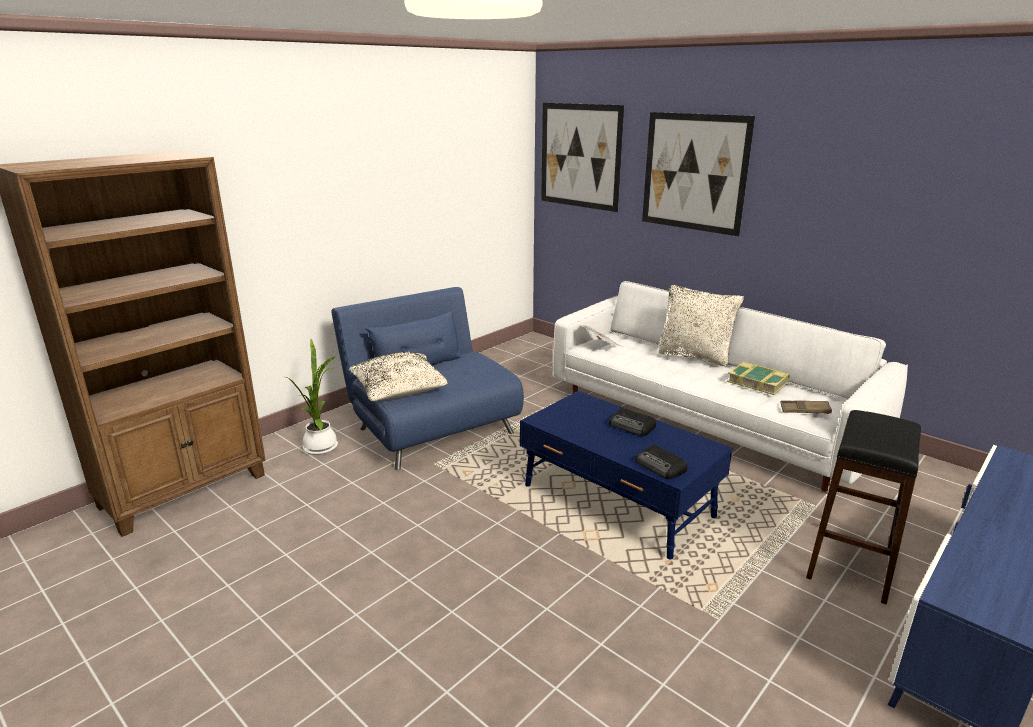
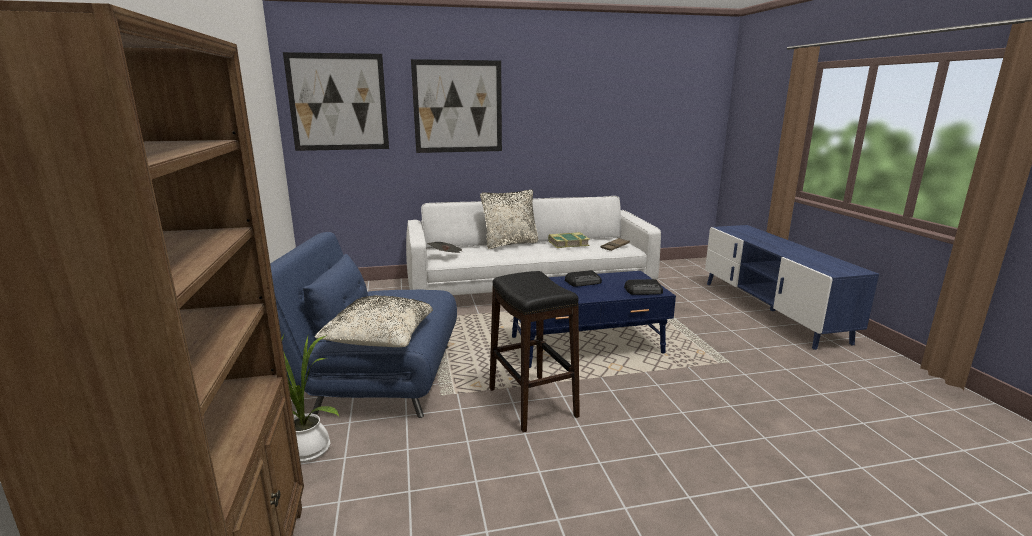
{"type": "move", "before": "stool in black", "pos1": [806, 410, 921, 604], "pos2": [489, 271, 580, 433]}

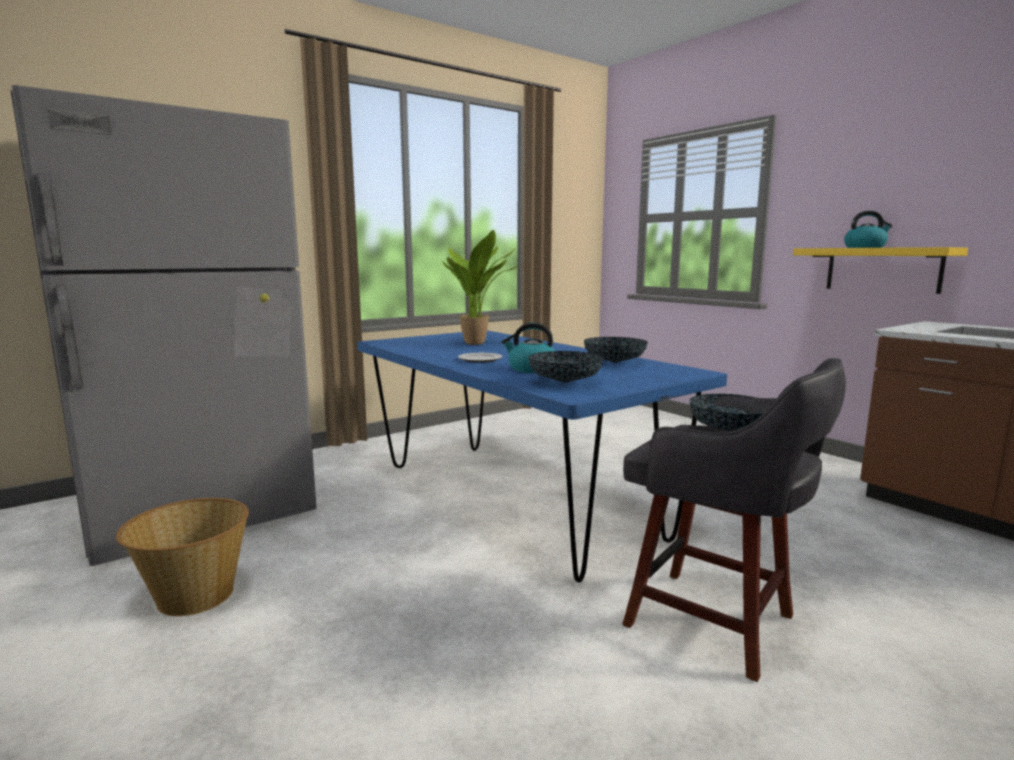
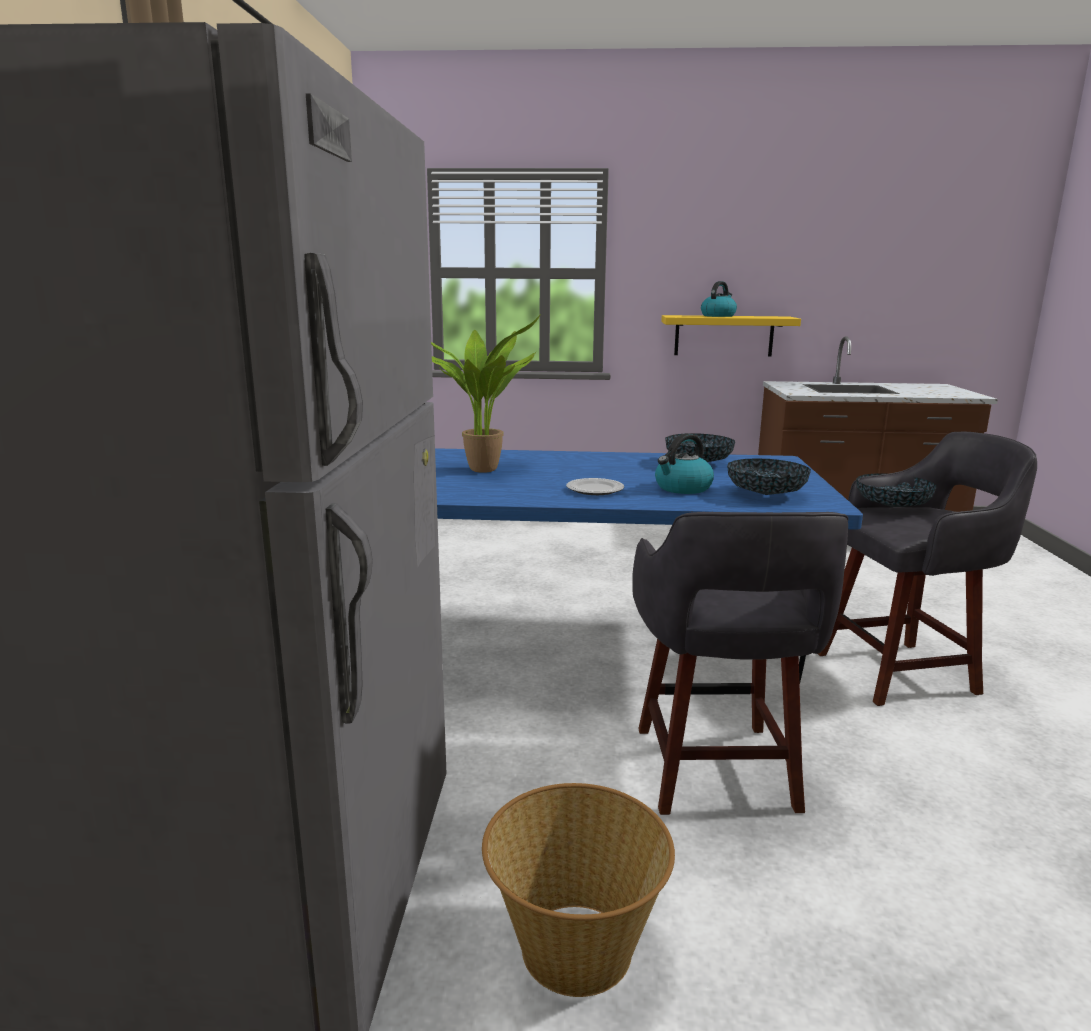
{"type": "insert", "after": "stool in grey", "pos2": [632, 512, 848, 815]}

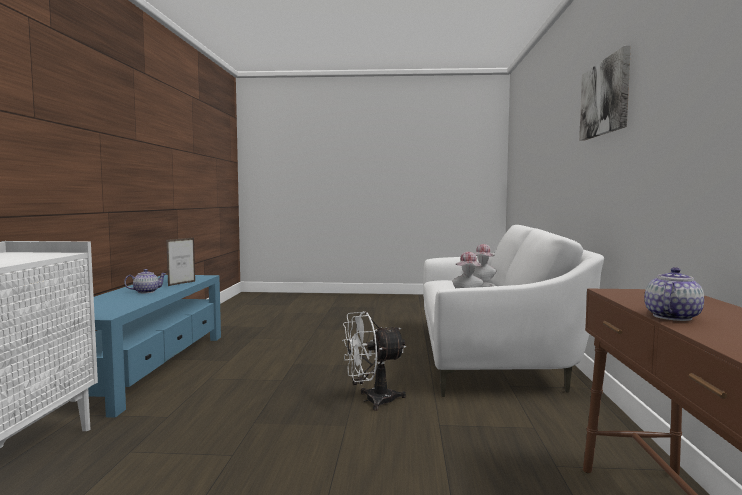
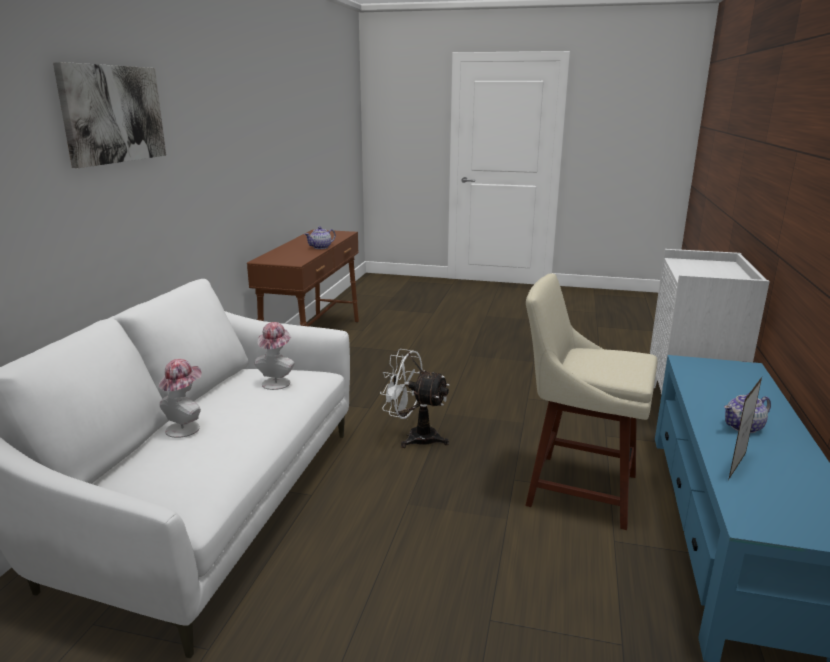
{"type": "rotate", "before": "fan in white", "pos1": [342, 311, 406, 411], "pos2": [380, 349, 449, 448], "turn": -150}
{"type": "insert", "after": "stool in beige", "pos2": [525, 273, 657, 530]}

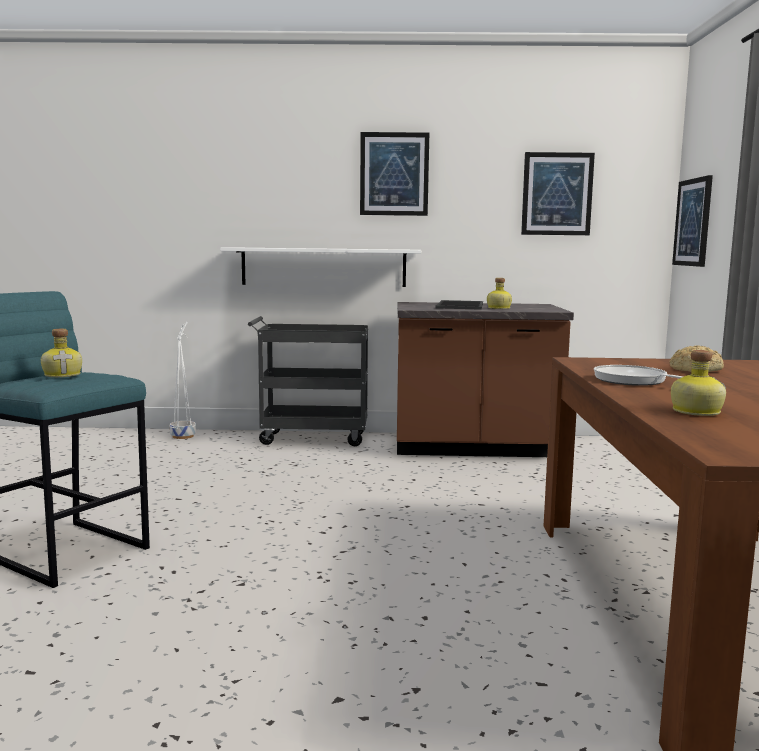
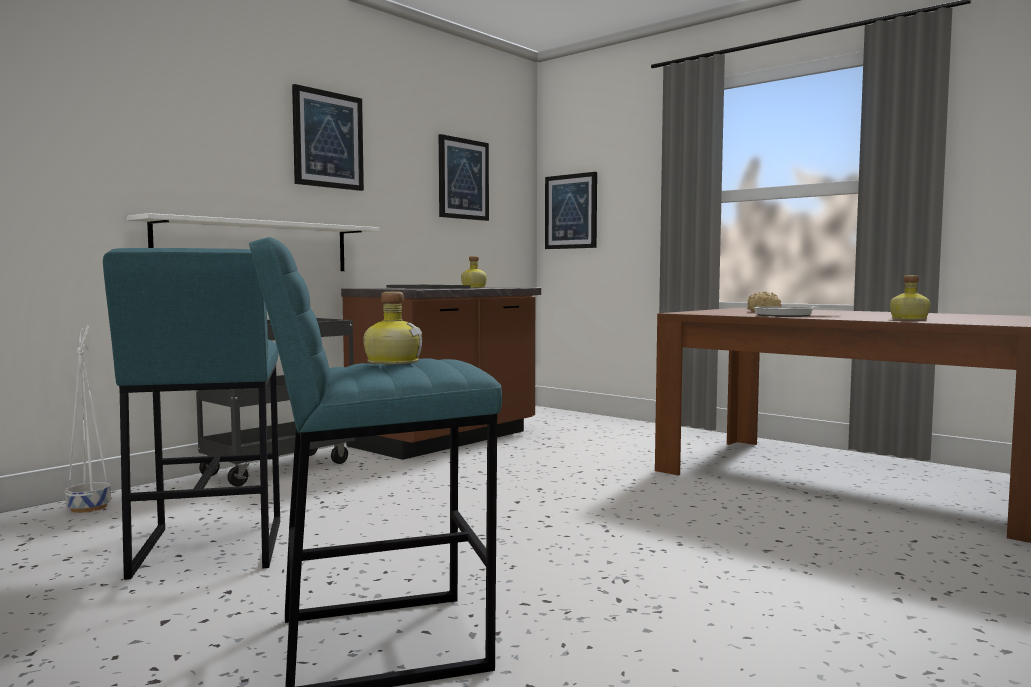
{"type": "insert", "after": "stool in turquoise", "pos2": [103, 248, 280, 580]}

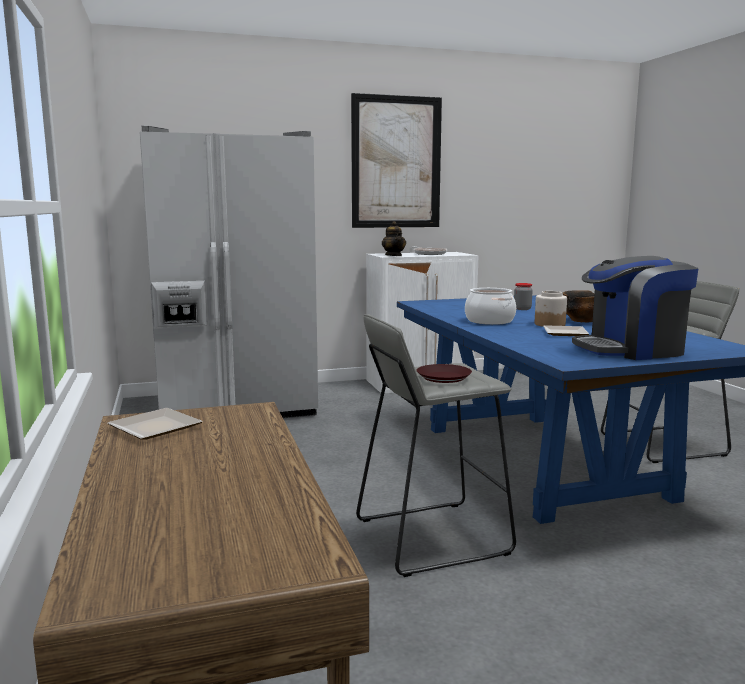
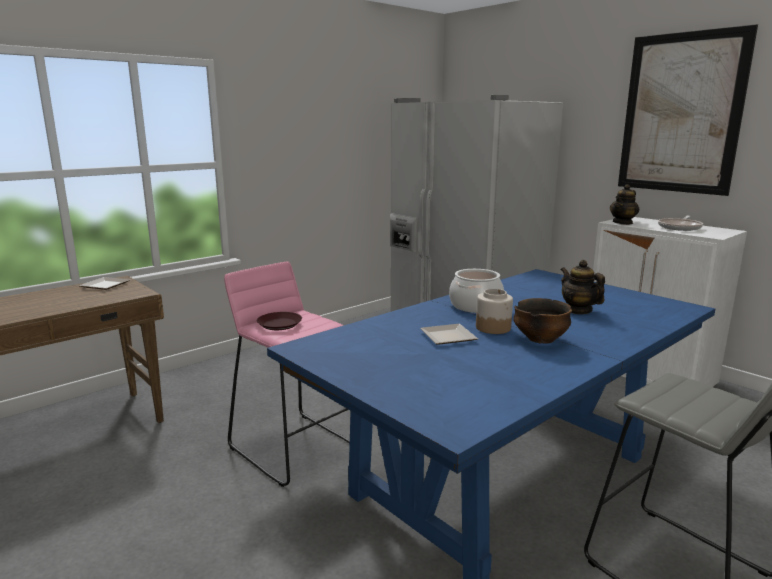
{"type": "delete", "before": "coffee machine", "pos1": [572, 256, 698, 360]}
{"type": "replace", "before": "jar", "after": "teapot", "pos1": [514, 283, 533, 310], "pos2": [561, 260, 605, 314]}
{"type": "recolor", "before": "stool in grey", "after": "stool in pink", "pos1": [356, 314, 516, 577], "pos2": [224, 262, 350, 487]}

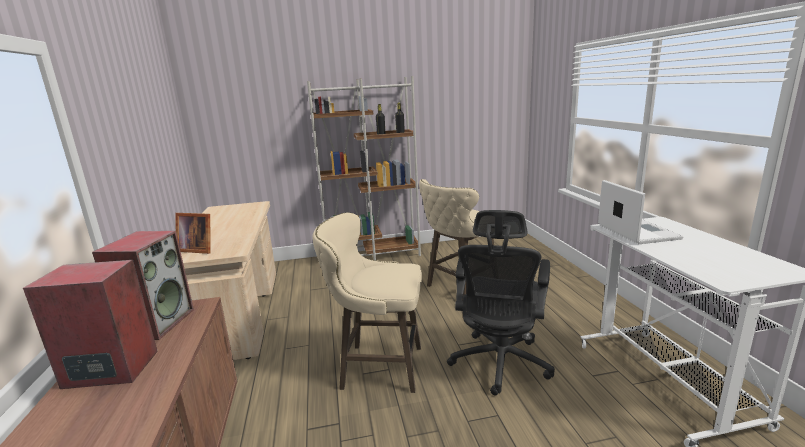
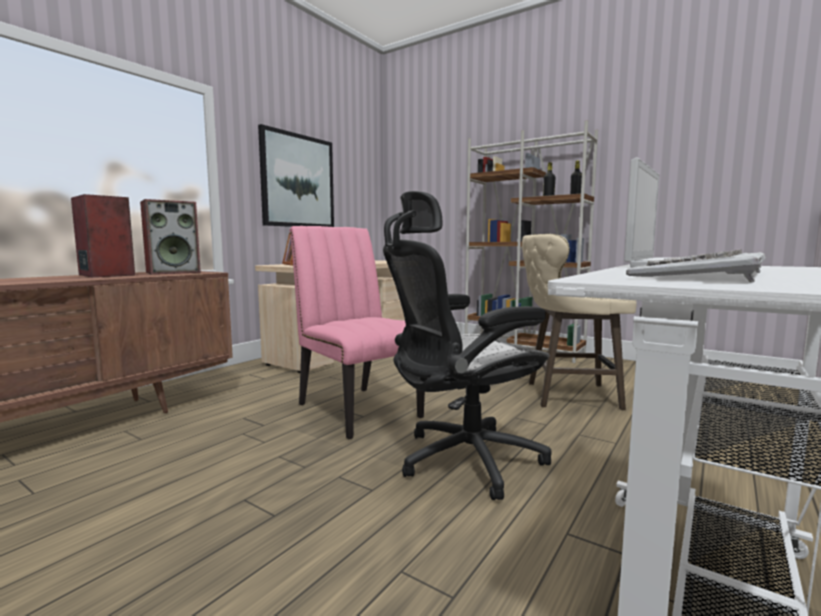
{"type": "replace", "before": "stool in beige", "after": "chair in pink", "pos1": [312, 212, 422, 393], "pos2": [289, 226, 425, 439]}
{"type": "insert", "after": "picture", "pos2": [258, 124, 334, 227]}
{"type": "insert", "after": "keyboard", "pos2": [626, 249, 766, 283]}

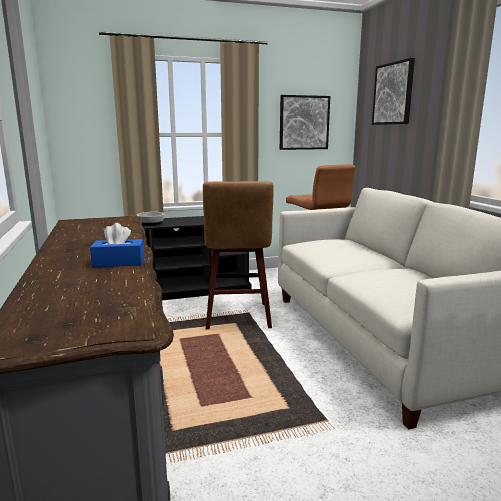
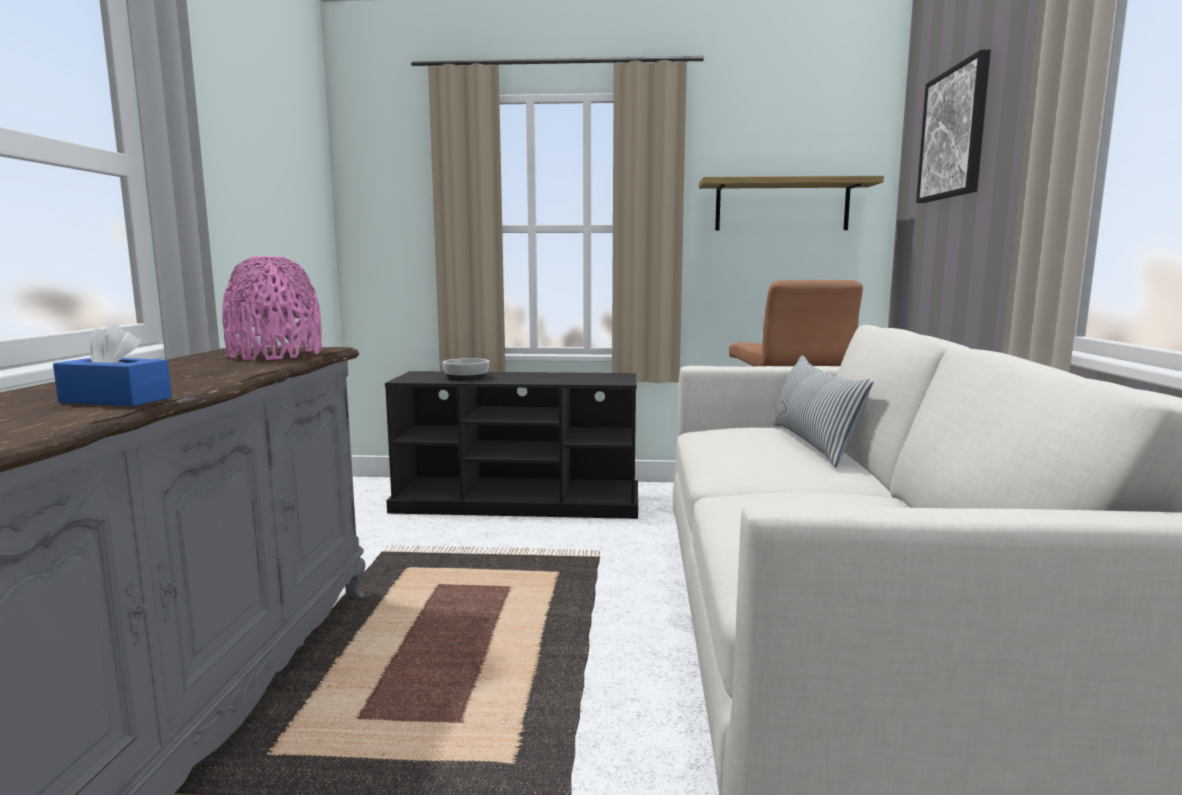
{"type": "replace", "before": "picture", "after": "shelf", "pos1": [280, 95, 330, 150], "pos2": [699, 176, 884, 231]}
{"type": "delete", "before": "stool in brown", "pos1": [203, 181, 274, 330]}
{"type": "insert", "after": "vase in pink", "pos2": [222, 256, 322, 360]}
{"type": "insert", "after": "pillow", "pos2": [773, 356, 874, 467]}

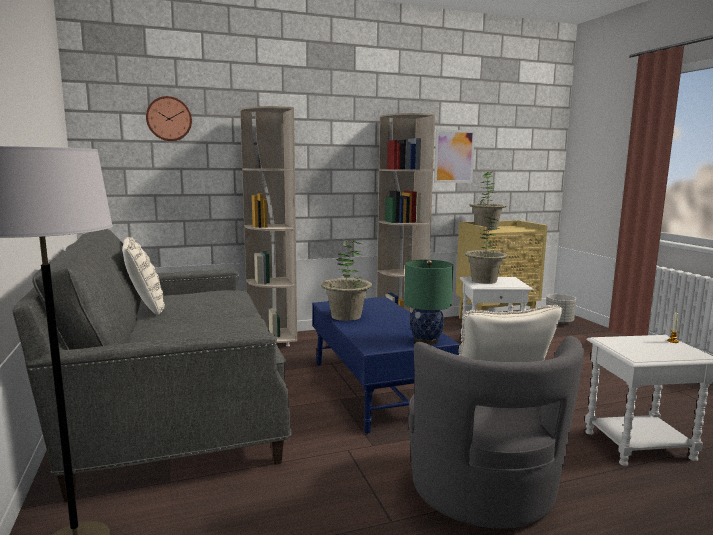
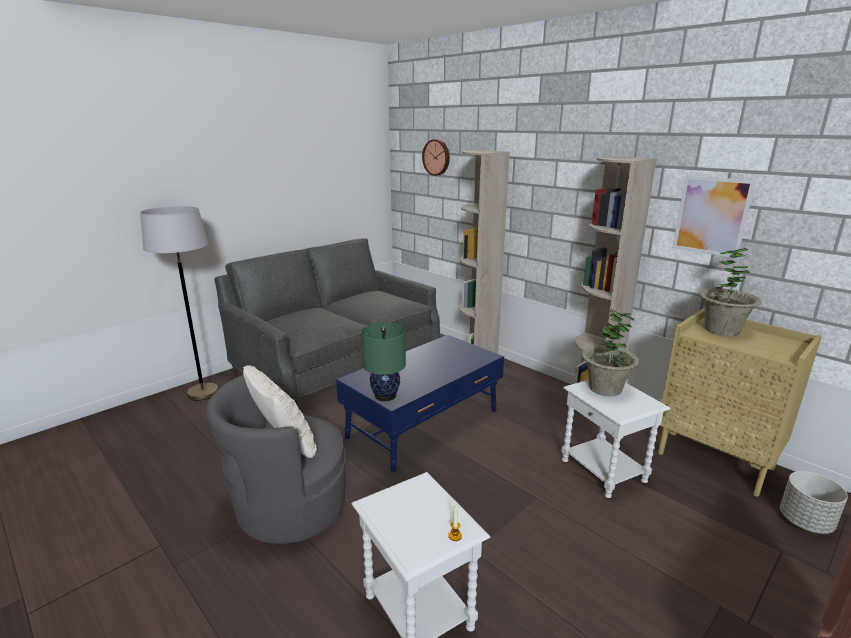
{"type": "delete", "before": "pillow in beige", "pos1": [122, 237, 165, 315]}
{"type": "delete", "before": "potted plant", "pos1": [321, 238, 372, 321]}

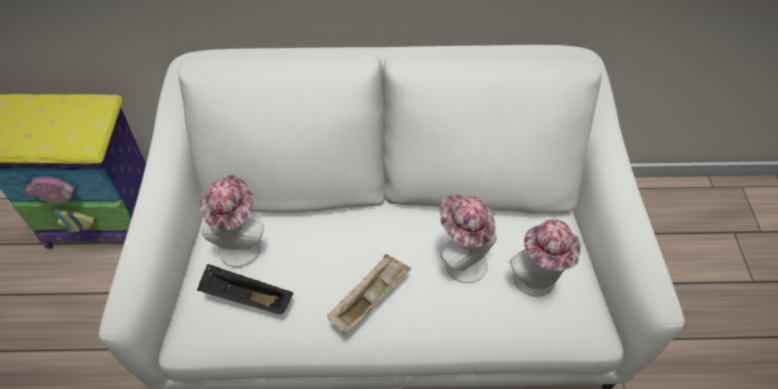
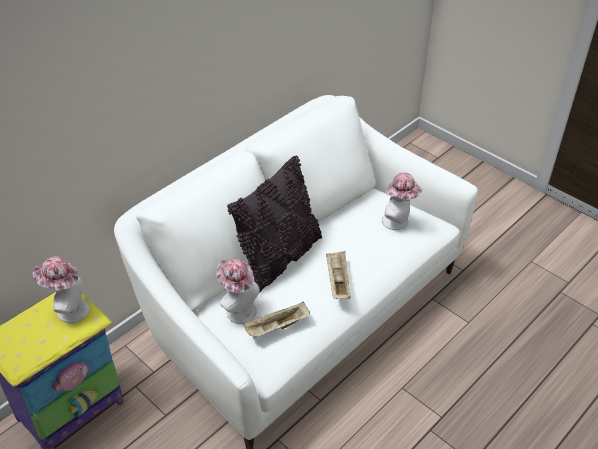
{"type": "move", "before": "hat", "pos1": [440, 193, 497, 283], "pos2": [32, 256, 90, 323]}
{"type": "recolor", "before": "tray in black", "after": "tray in beige", "pos1": [197, 264, 293, 314], "pos2": [243, 302, 310, 338]}
{"type": "insert", "after": "pillow in black", "pos2": [227, 155, 322, 293]}

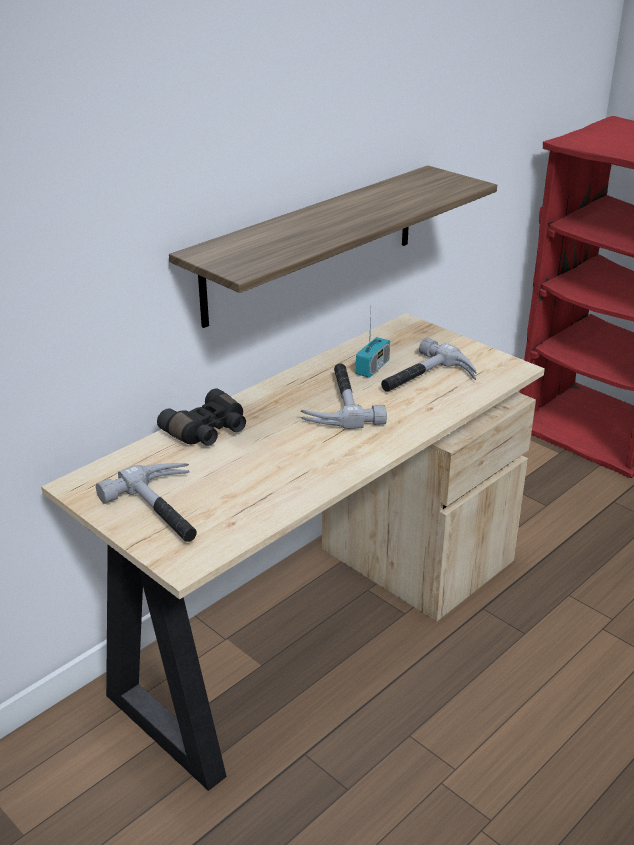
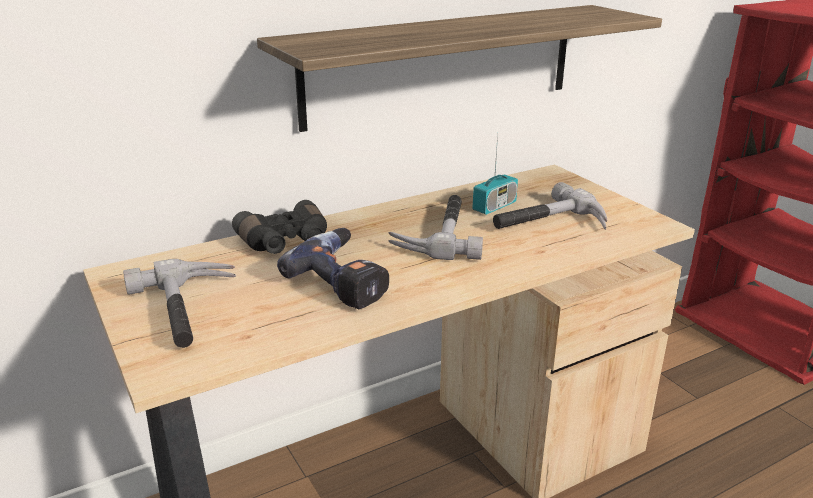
{"type": "insert", "after": "power drill", "pos2": [277, 228, 389, 309]}

